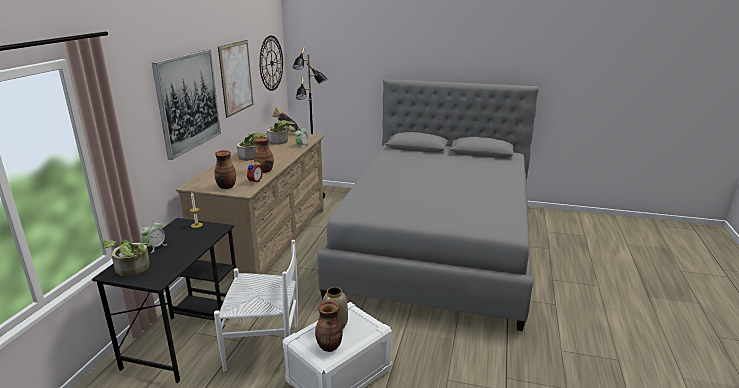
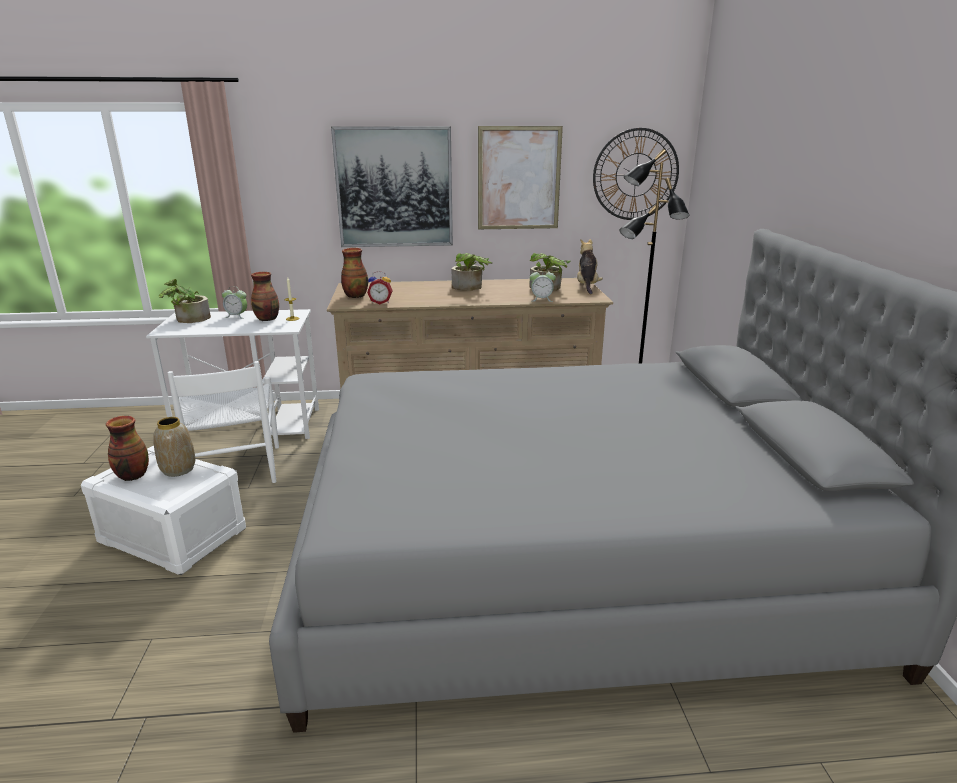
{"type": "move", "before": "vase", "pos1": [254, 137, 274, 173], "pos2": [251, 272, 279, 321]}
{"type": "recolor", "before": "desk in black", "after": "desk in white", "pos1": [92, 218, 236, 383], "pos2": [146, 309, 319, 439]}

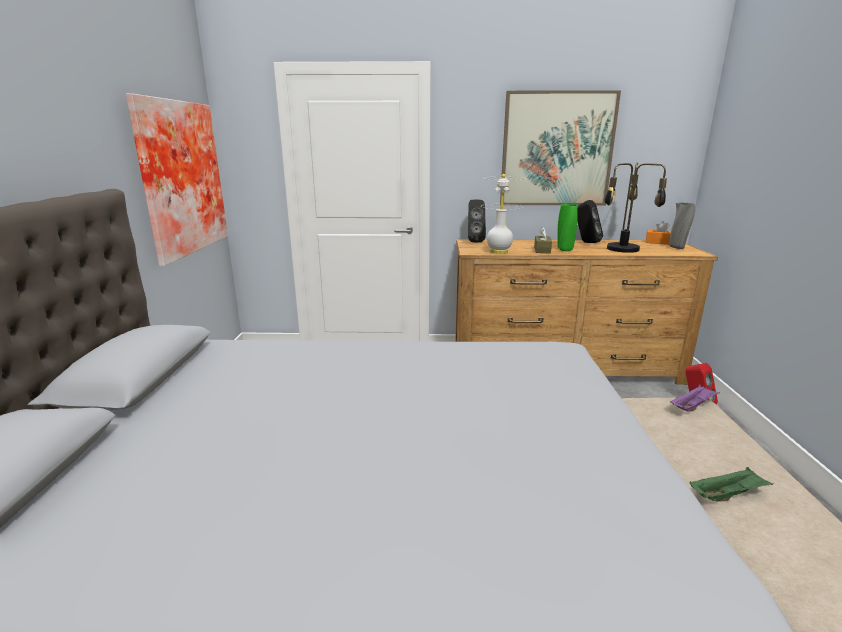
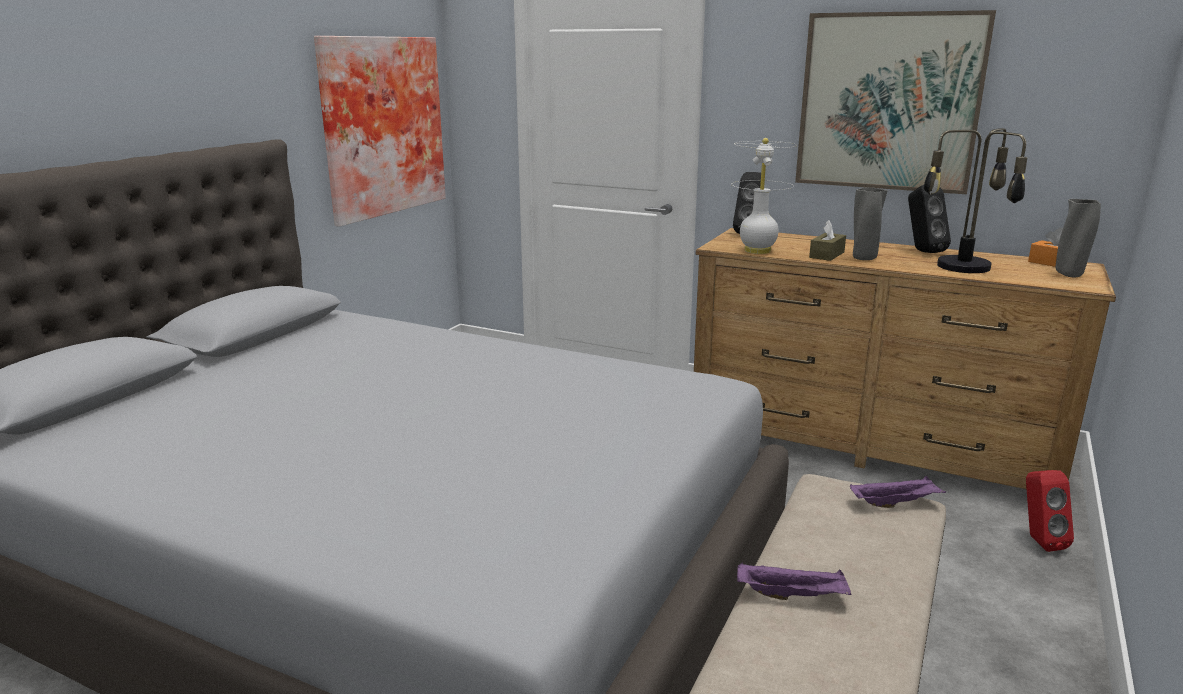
{"type": "recolor", "before": "vase in green", "after": "vase in grey", "pos1": [557, 204, 578, 251], "pos2": [853, 187, 888, 260]}
{"type": "recolor", "before": "tray in green", "after": "tray in purple", "pos1": [690, 467, 774, 502], "pos2": [737, 562, 851, 600]}

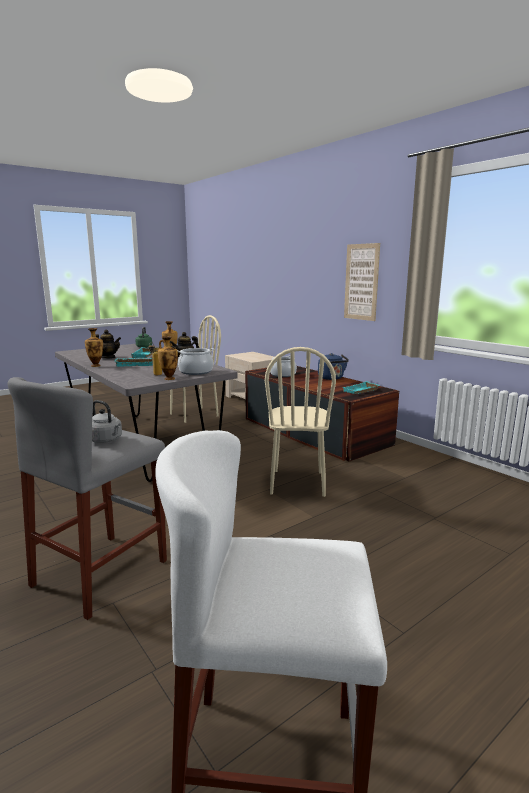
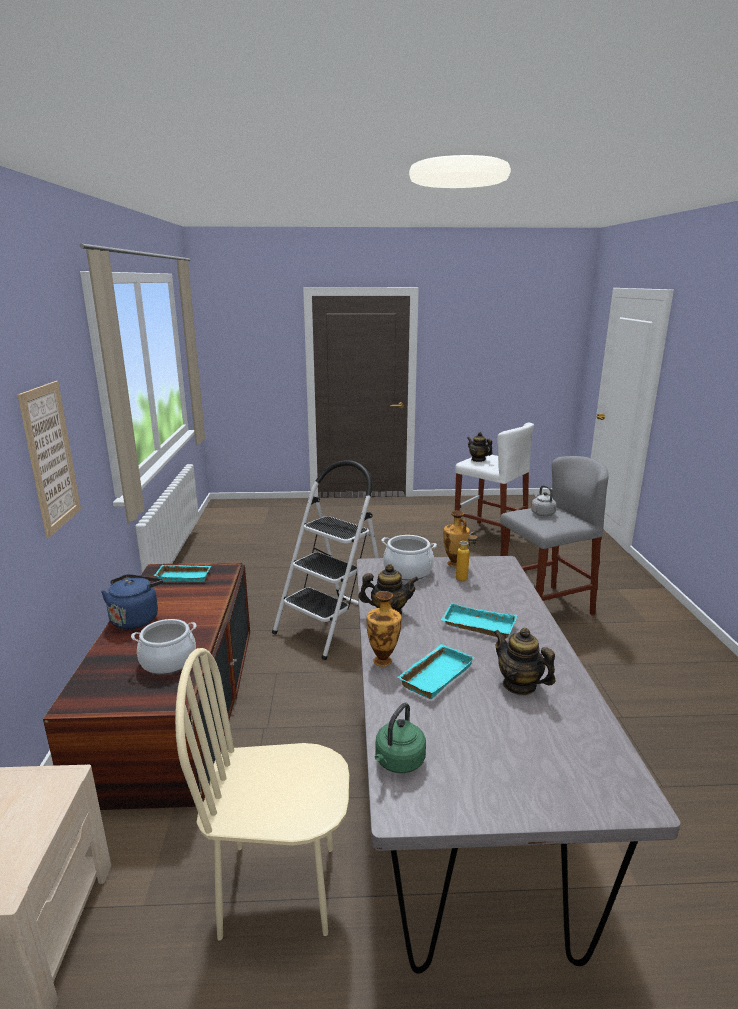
{"type": "delete", "before": "vase", "pos1": [85, 328, 103, 367]}
{"type": "replace", "before": "chair in beige", "after": "step ladder", "pos1": [265, 347, 336, 497], "pos2": [272, 460, 379, 660]}
{"type": "insert", "after": "teapot", "pos2": [467, 432, 493, 462]}

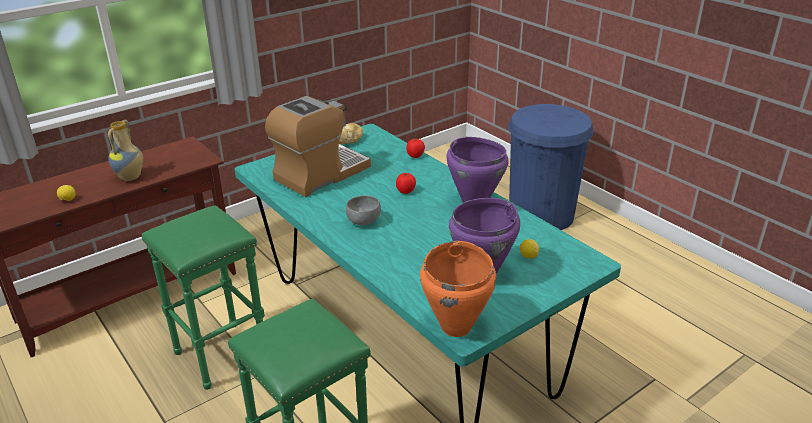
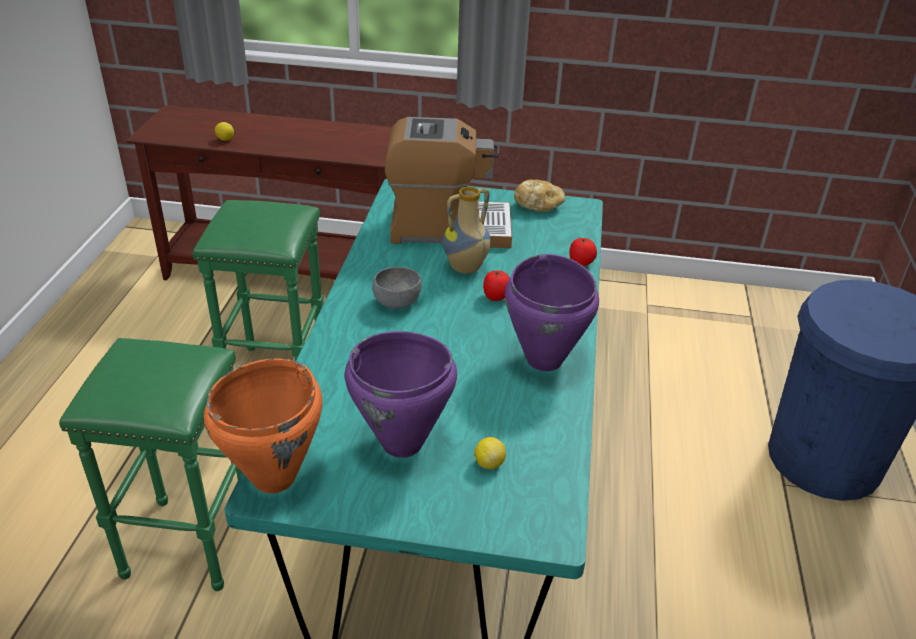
{"type": "move", "before": "vase", "pos1": [108, 120, 143, 181], "pos2": [443, 187, 491, 274]}

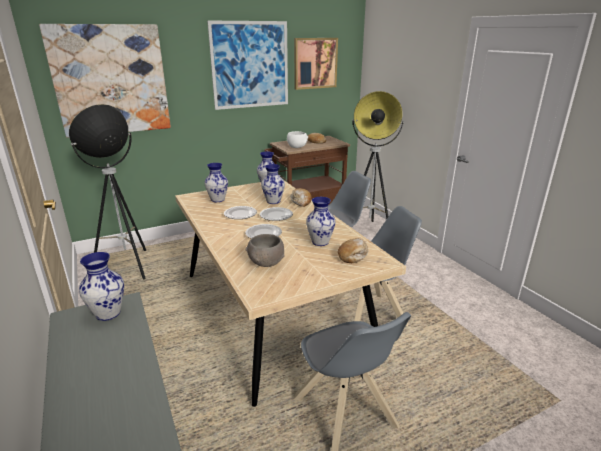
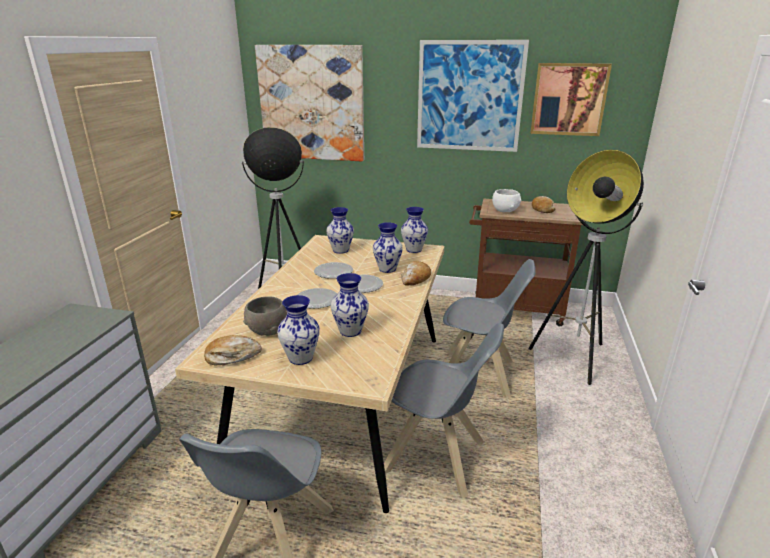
{"type": "move", "before": "bread", "pos1": [338, 238, 369, 263], "pos2": [204, 335, 262, 365]}
{"type": "move", "before": "vase", "pos1": [79, 252, 124, 321], "pos2": [277, 295, 319, 365]}

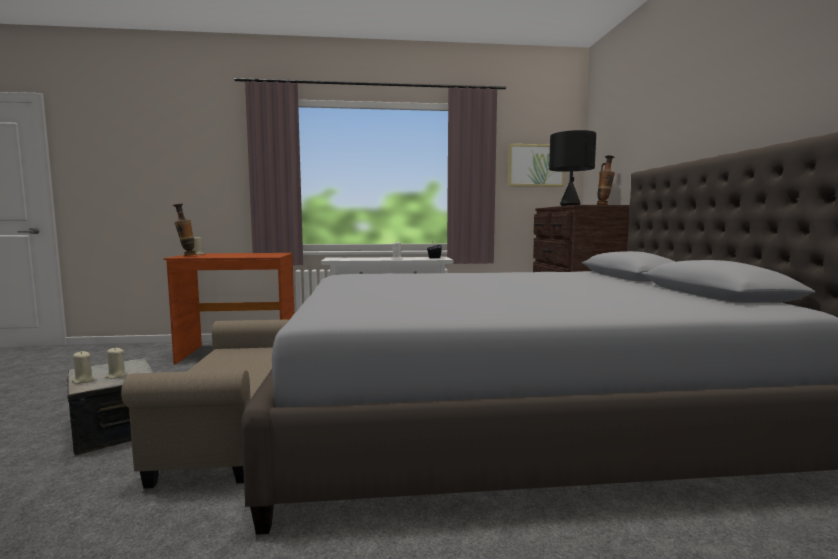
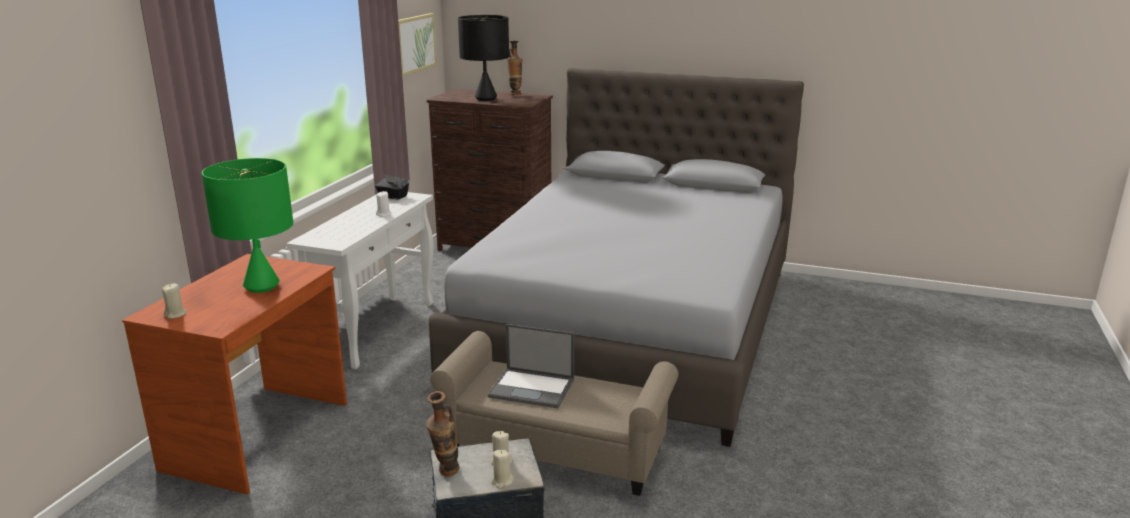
{"type": "move", "before": "vase", "pos1": [173, 204, 196, 256], "pos2": [426, 391, 460, 476]}
{"type": "insert", "after": "table lamp in green", "pos2": [202, 158, 293, 293]}
{"type": "insert", "after": "laptop", "pos2": [488, 324, 574, 408]}

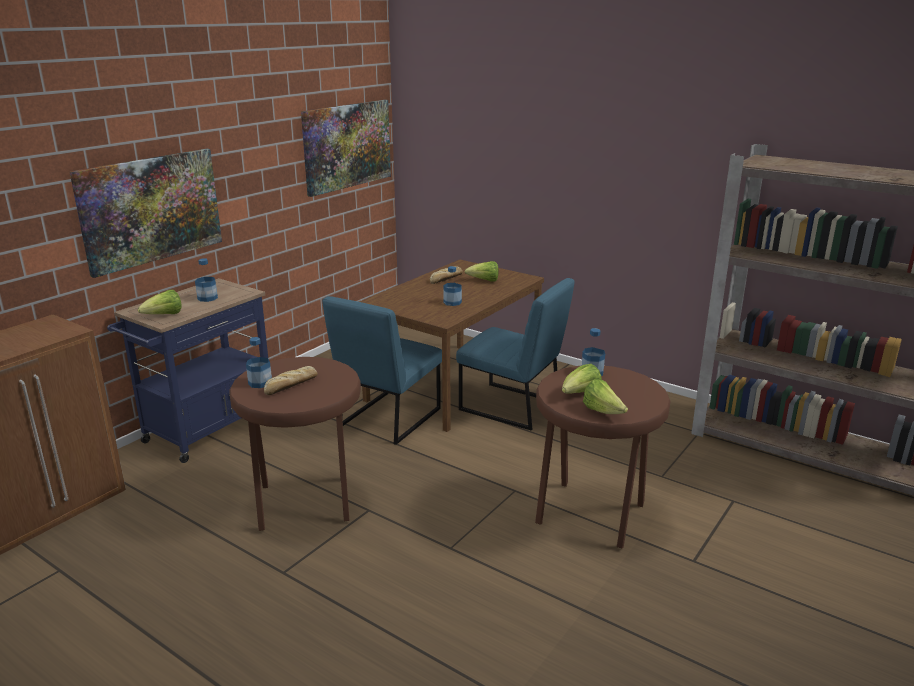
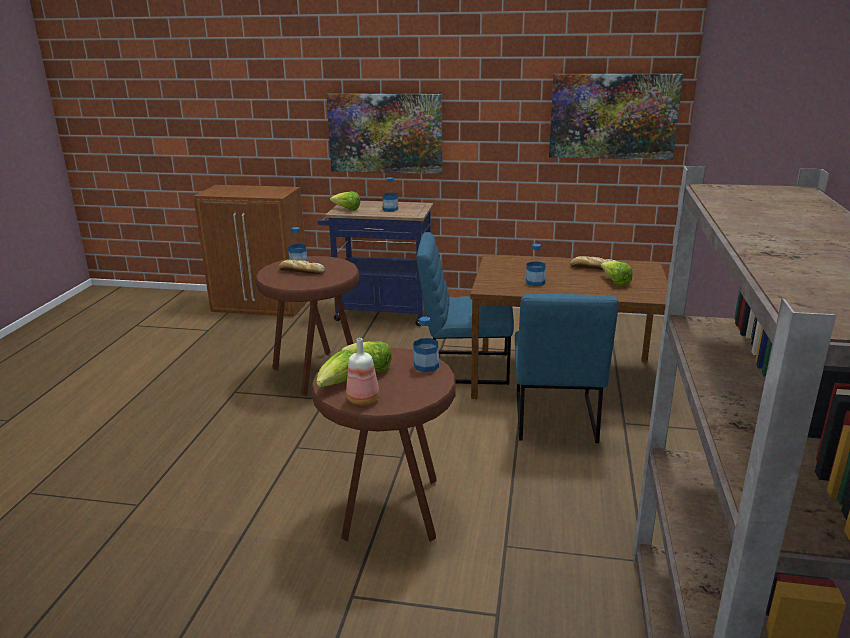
{"type": "insert", "after": "bottle", "pos2": [346, 338, 379, 405]}

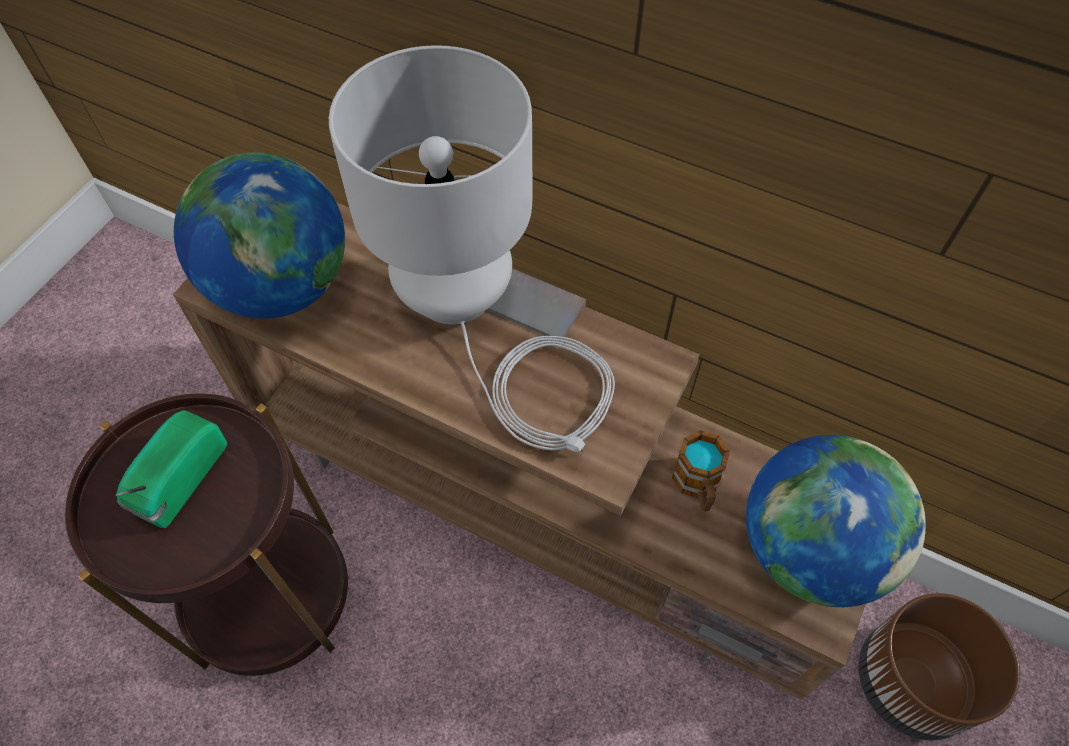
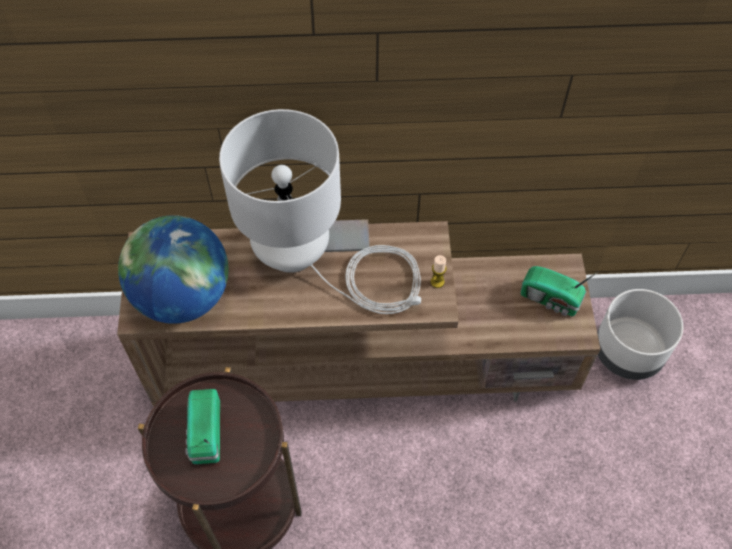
{"type": "delete", "before": "mug", "pos1": [672, 430, 730, 511]}
{"type": "replace", "before": "globe", "after": "radio", "pos1": [746, 435, 926, 607], "pos2": [521, 266, 599, 316]}
{"type": "recolor", "before": "planter in brown", "after": "planter in grey", "pos1": [858, 593, 1020, 740], "pos2": [597, 289, 683, 380]}
{"type": "insert", "after": "candle", "pos2": [430, 255, 447, 288]}

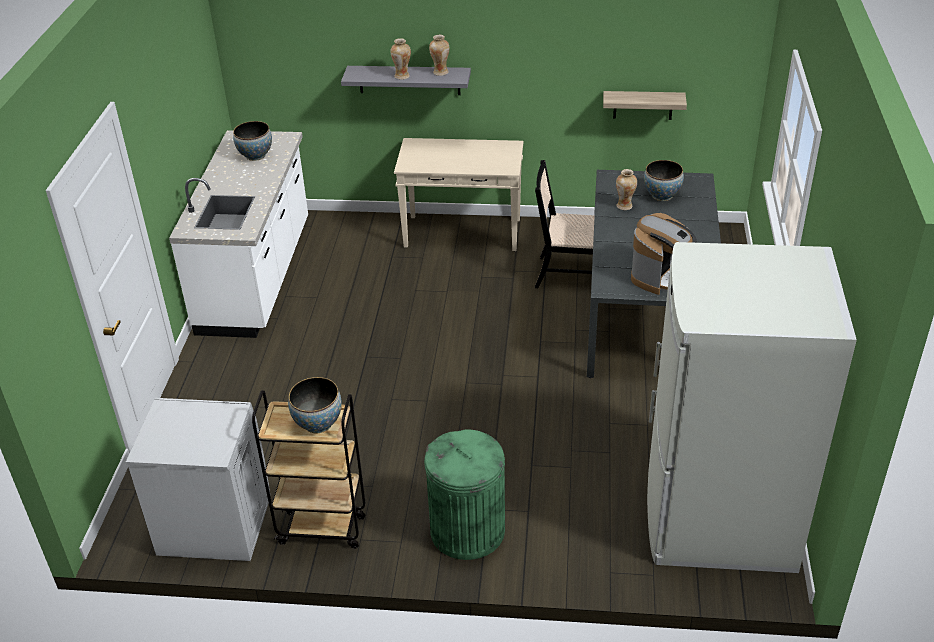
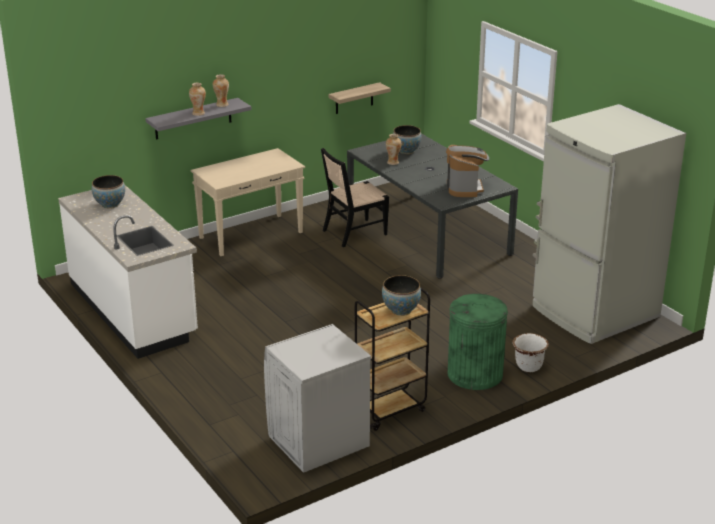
{"type": "insert", "after": "planter in white", "pos2": [513, 333, 549, 372]}

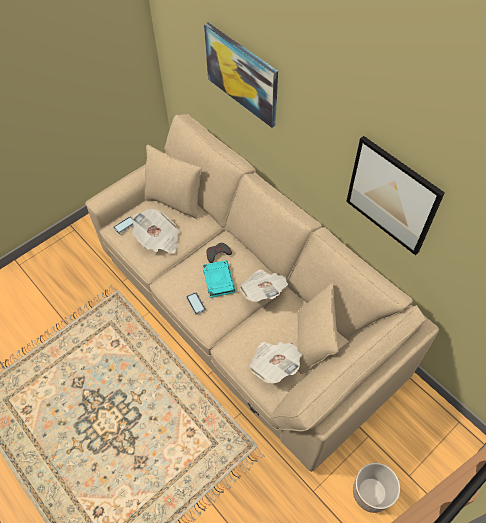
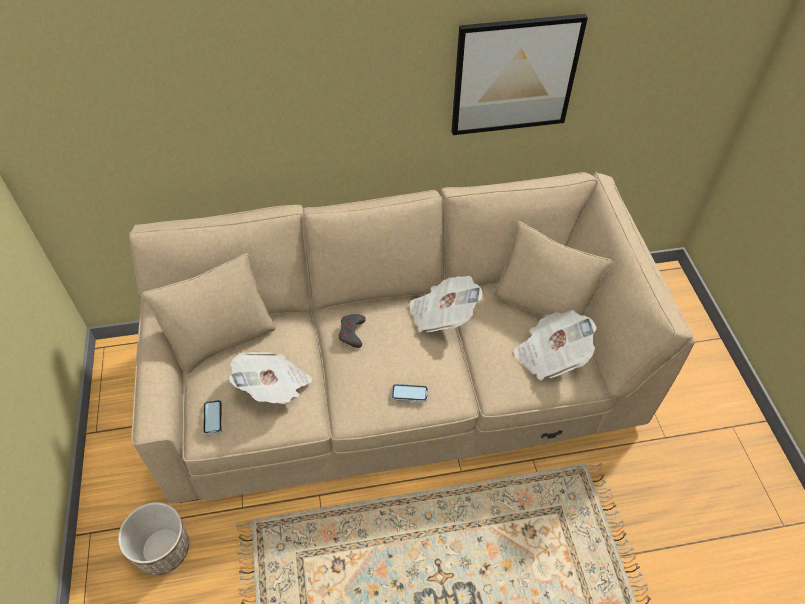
{"type": "delete", "before": "picture", "pos1": [204, 22, 278, 128]}
{"type": "delete", "before": "book in turquoise", "pos1": [203, 260, 235, 298]}
{"type": "move", "before": "planter", "pos1": [353, 463, 400, 513], "pos2": [118, 502, 189, 575]}

